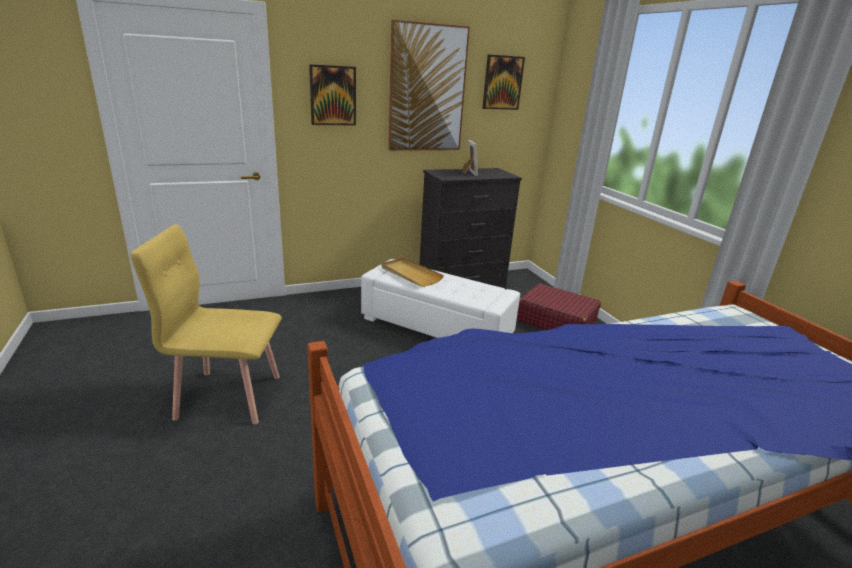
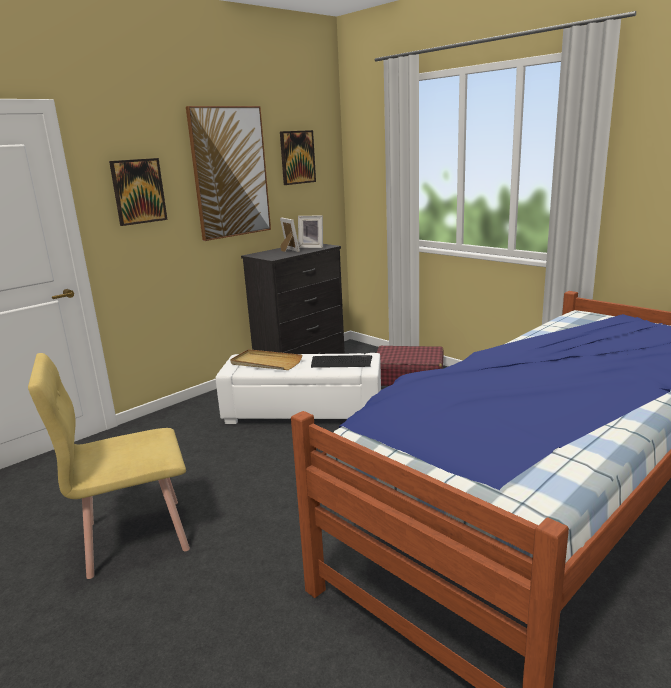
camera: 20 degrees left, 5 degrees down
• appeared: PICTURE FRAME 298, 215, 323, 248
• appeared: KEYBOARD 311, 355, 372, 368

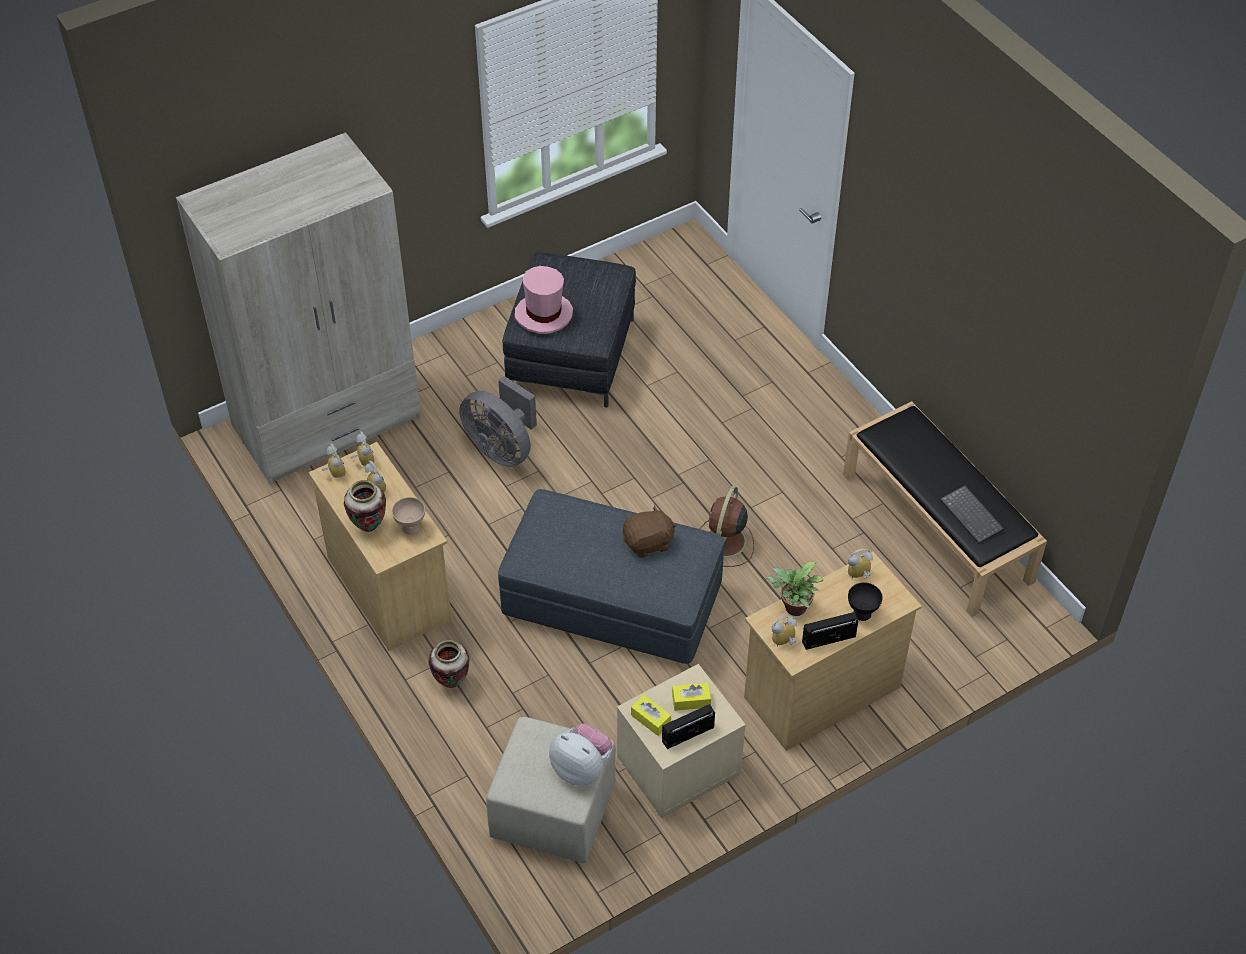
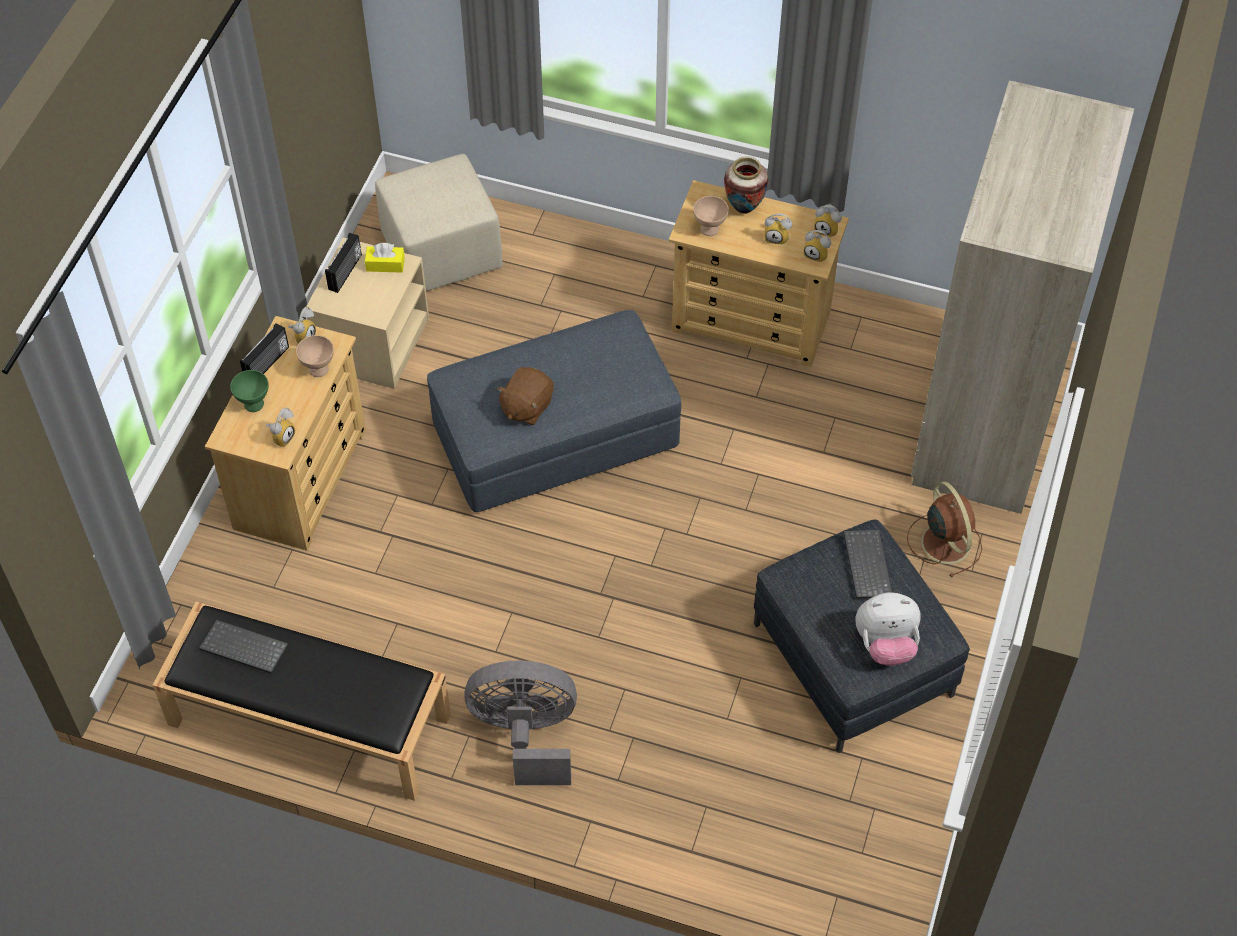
camera: 140 degrees right, 5 degrees up
• missing: VASE 428, 640, 469, 688
• missing: YELLOW TISSUE BOX 672, 683, 711, 711
• relocated: GREY FAN 459, 376, 537, 467 to 464, 661, 577, 785
• relocated: PLUSH TOY 549, 724, 612, 786 to 855, 593, 921, 666
• relocated: BROWN FAN 699, 486, 754, 567 to 907, 481, 982, 577
• exchanged: PINK HAT 515, 266, 573, 334 to KEYBOARD 843, 530, 892, 598
• exchanged: POTTED PLANT 765, 562, 823, 616 to BEIGE BOWL 296, 335, 334, 377
• colour: BLACK BOWL 848, 582, 883, 621 to GREEN BOWL 230, 370, 268, 412

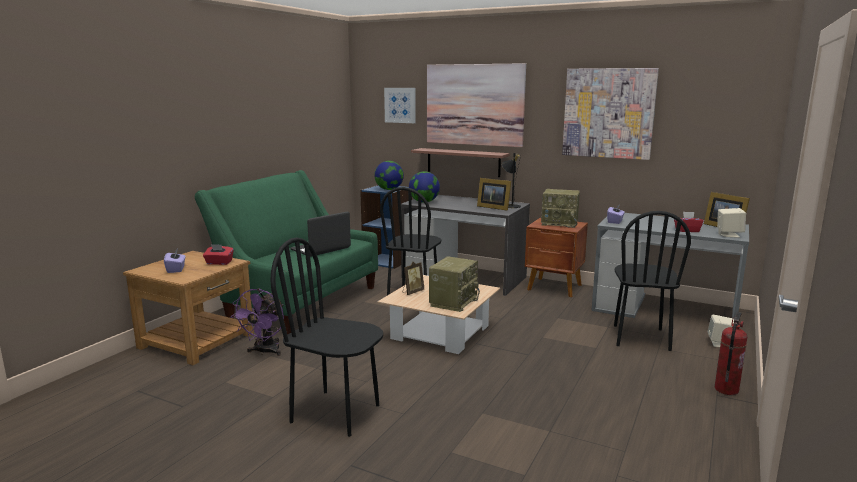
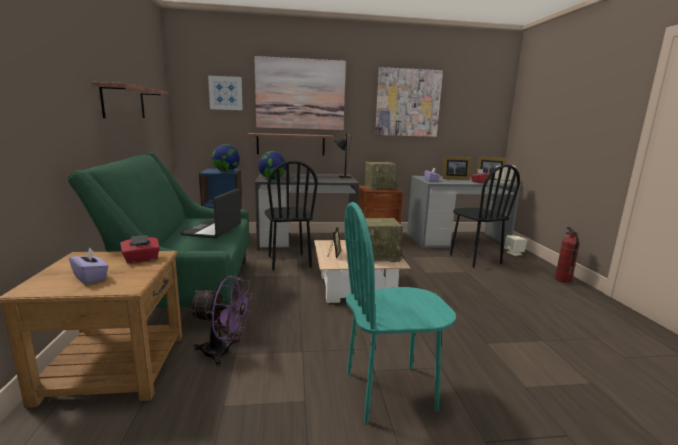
camera: 35 degrees left, 0 degrees up
• appeared: SHELF 93, 82, 169, 118
• relocated: PICTURE FRAME 477, 178, 511, 211 to 443, 156, 471, 180
• colour: BLACK CHAIR 270, 237, 383, 437 to TURQUOISE CHAIR 345, 202, 456, 424
• spun: PURPLE FAN 230, 288, 284, 356 = 189, 276, 252, 366 60 degrees counterclockwise
• spun: RADIO 429, 256, 480, 312 = 365, 218, 403, 262 90 degrees clockwise

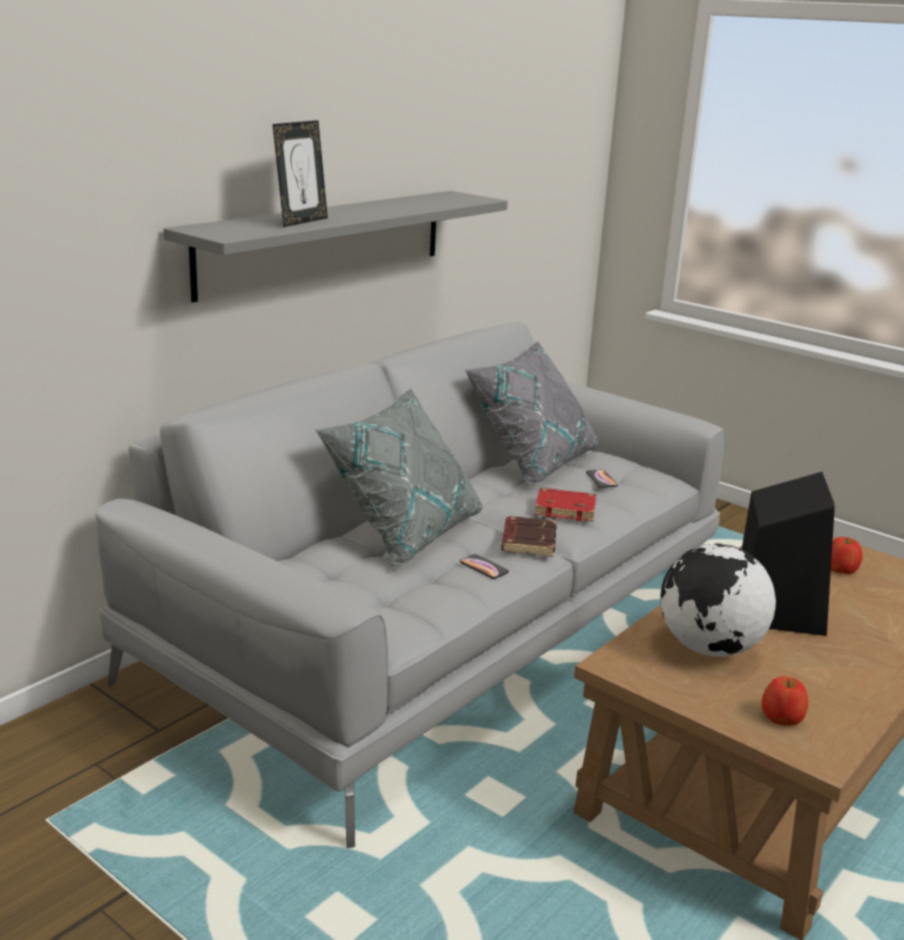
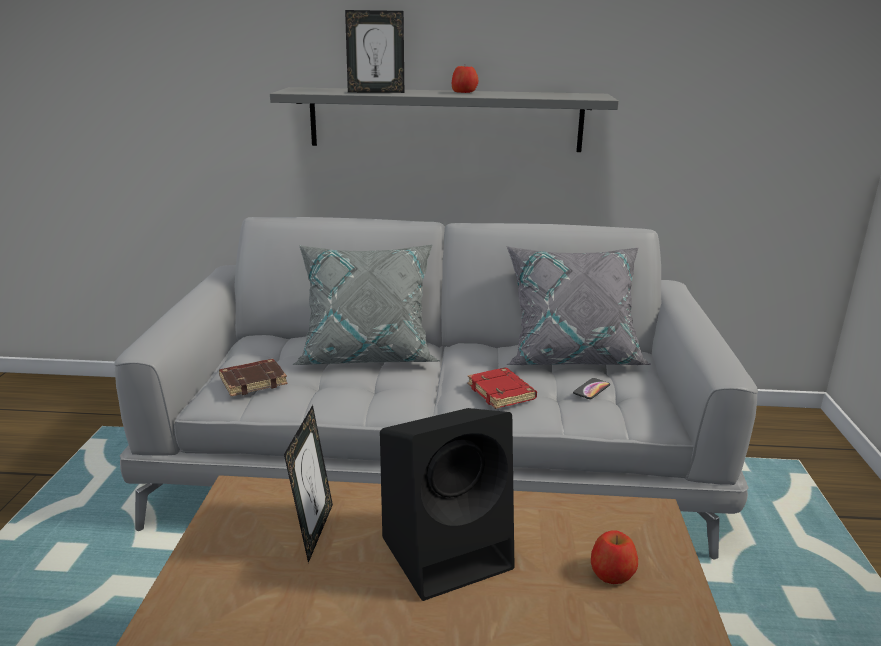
camera: 55 degrees right, 0 degrees up
• missing: PHONE 460, 554, 509, 579
• relocated: BROWN BOOK 501, 516, 557, 557 to 219, 359, 287, 396
• relocated: APPLE 762, 676, 808, 726 to 452, 66, 479, 93
• exchanged: GLOBE 661, 543, 776, 657 to PICTURE FRAME 284, 405, 333, 563

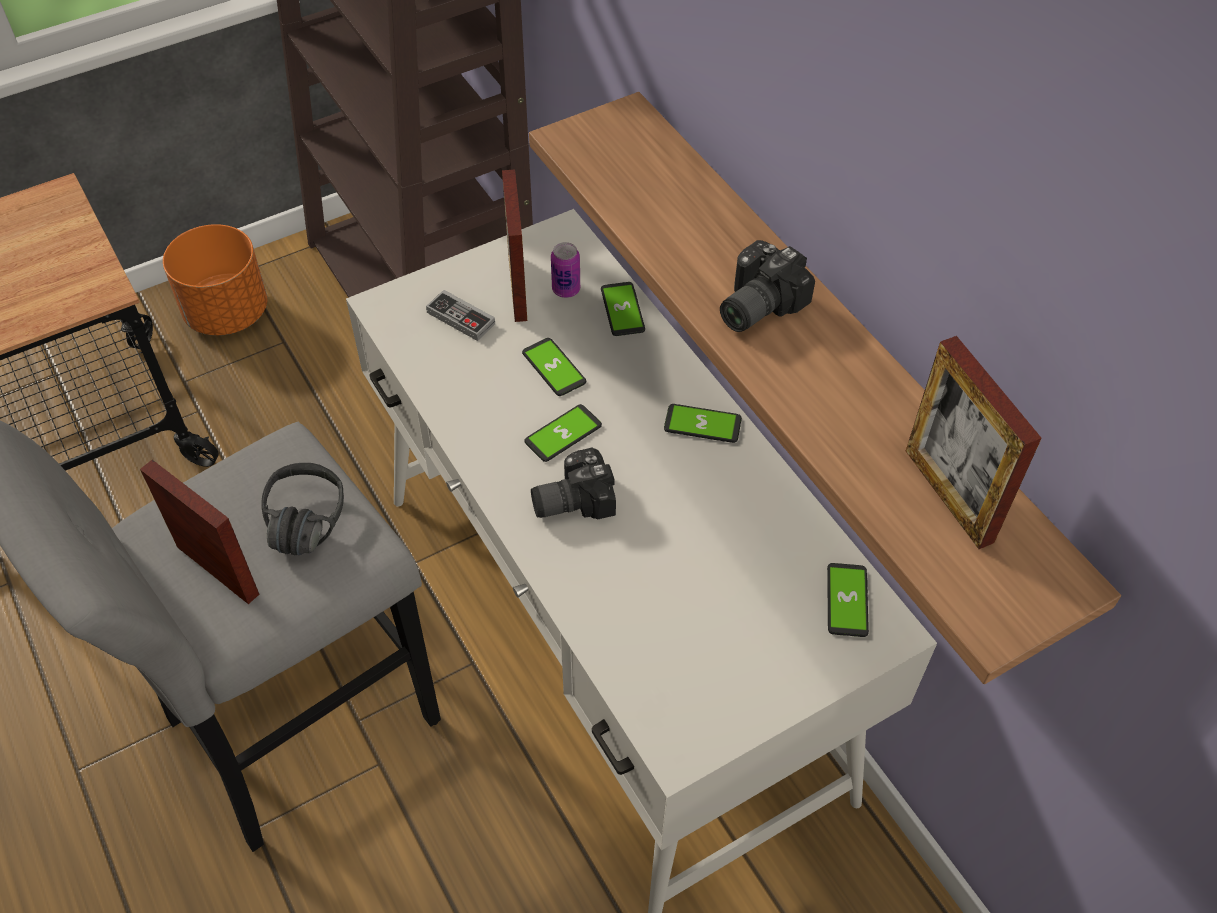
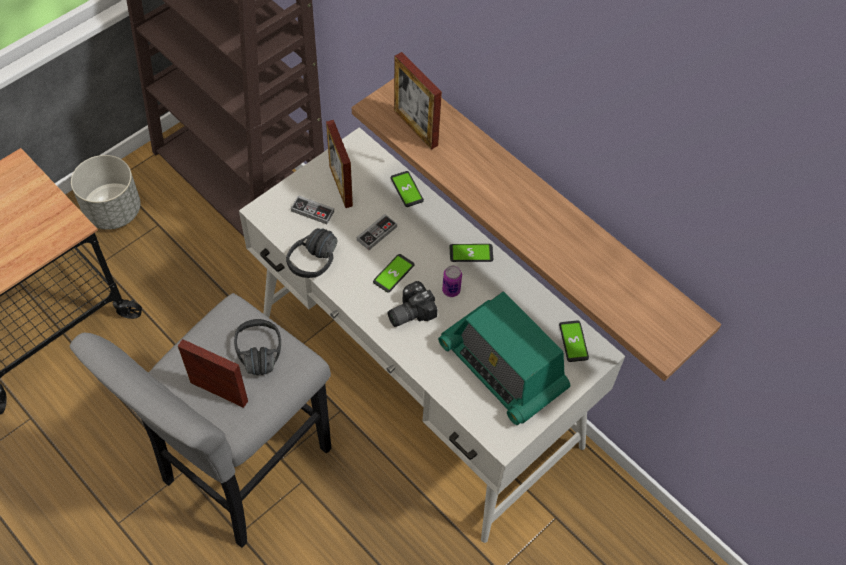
camera: 15 degrees left, 5 degrees up
• missing: PHOTO CAMERA 720, 240, 815, 332
• appeared: BLACK HEADPHONES 286, 228, 337, 278
• appeared: RADIO 438, 291, 570, 425
• relocated: CAN 551, 242, 580, 298 to 442, 266, 462, 297
• relocated: PICTURE FRAME 906, 336, 1042, 549 to 394, 52, 442, 150
• exchanged: PHONE 522, 338, 586, 396 to GAME CONTROLLER 357, 214, 397, 250
• colour: ORANGE PLANTER 163, 224, 267, 336 to GREY PLANTER 71, 155, 141, 230

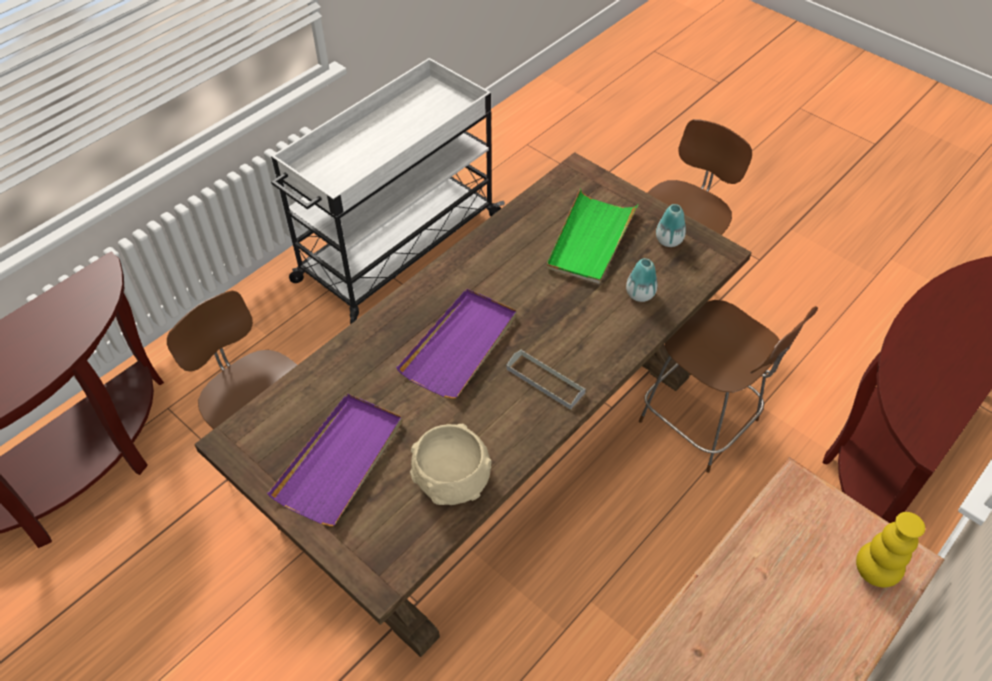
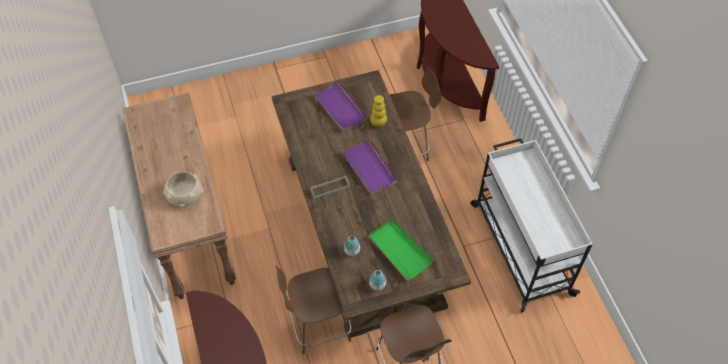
camera: 120 degrees right, 5 degrees up
• relocated: BEIGE BOWL 410, 424, 492, 505 to 163, 172, 203, 207
• relocated: YELLOW VASE 856, 512, 925, 587 to 370, 95, 387, 127

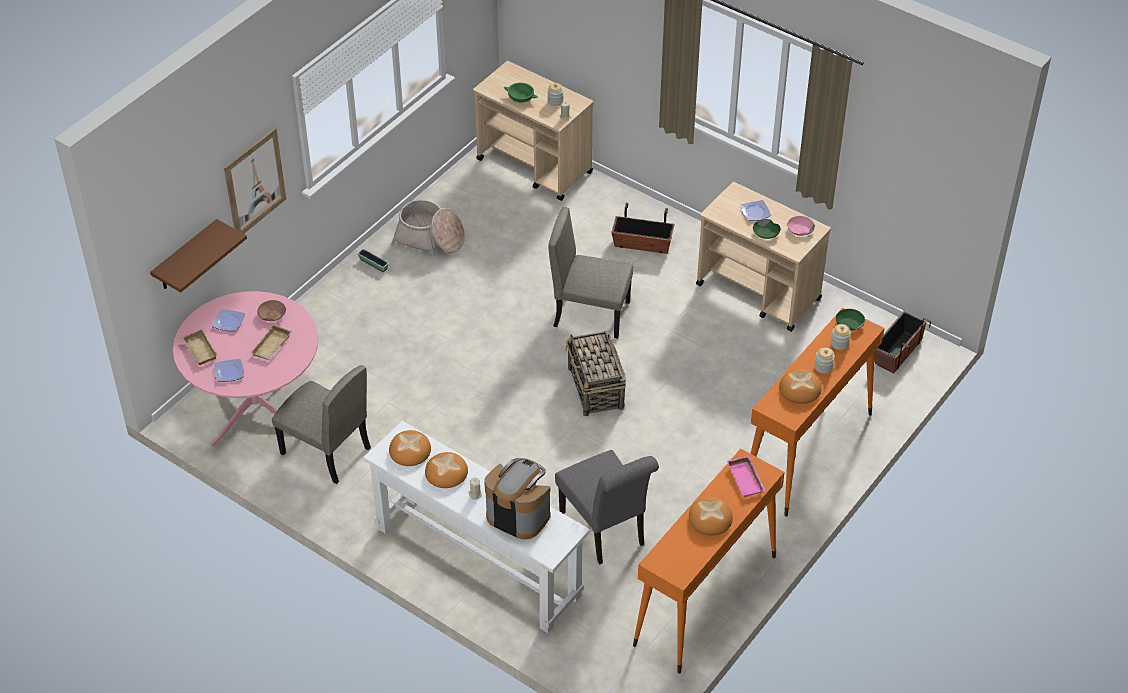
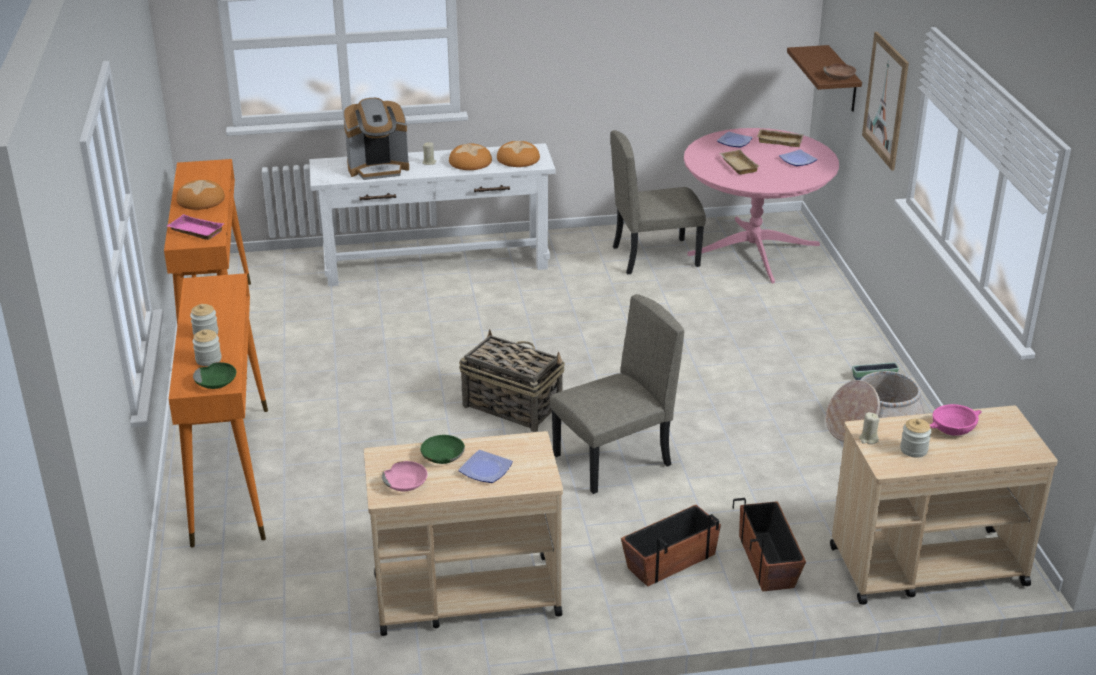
camera: 135 degrees right, 15 degrees down
• missing: GREY CHAIR 555, 450, 659, 565
• missing: BREAD 779, 369, 822, 404
• relocated: BROWN BOWL 257, 300, 286, 321 to 823, 63, 856, 80
• relocated: PLANTER 874, 311, 931, 373 to 733, 498, 806, 591
• colour: GREEN BOWL 504, 83, 538, 102 to PINK BOWL 930, 404, 982, 436

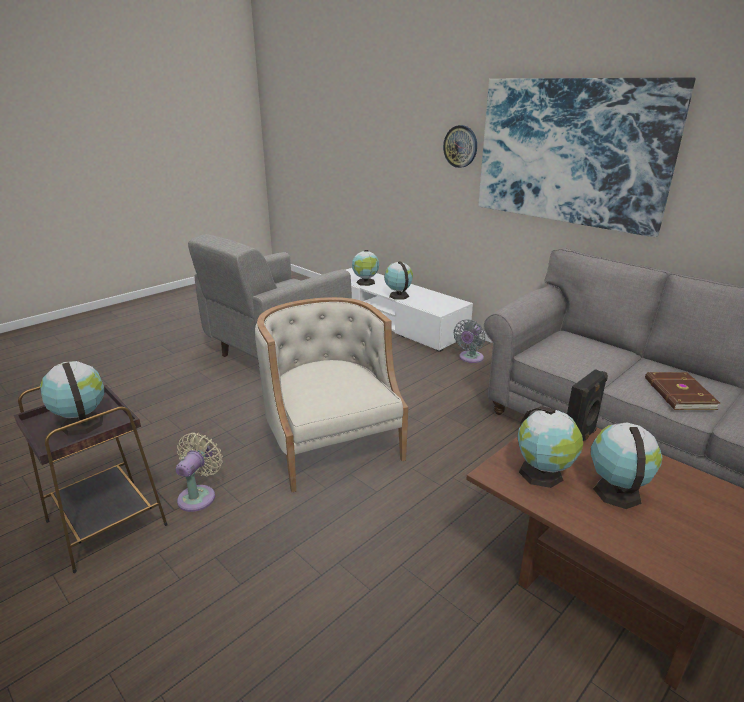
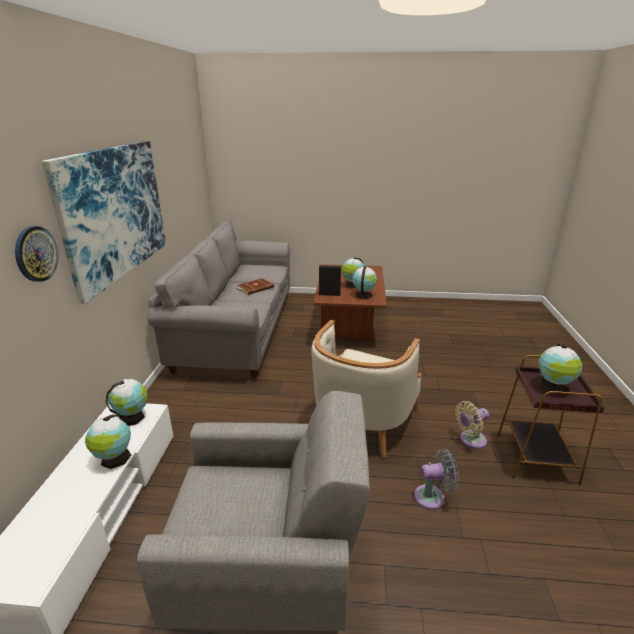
camera: 130 degrees left, 0 degrees up
• relocated: GLOBE 352, 250, 379, 286 to 106, 379, 148, 426
• relocated: GREY FAN 453, 319, 485, 363 to 414, 449, 459, 510

